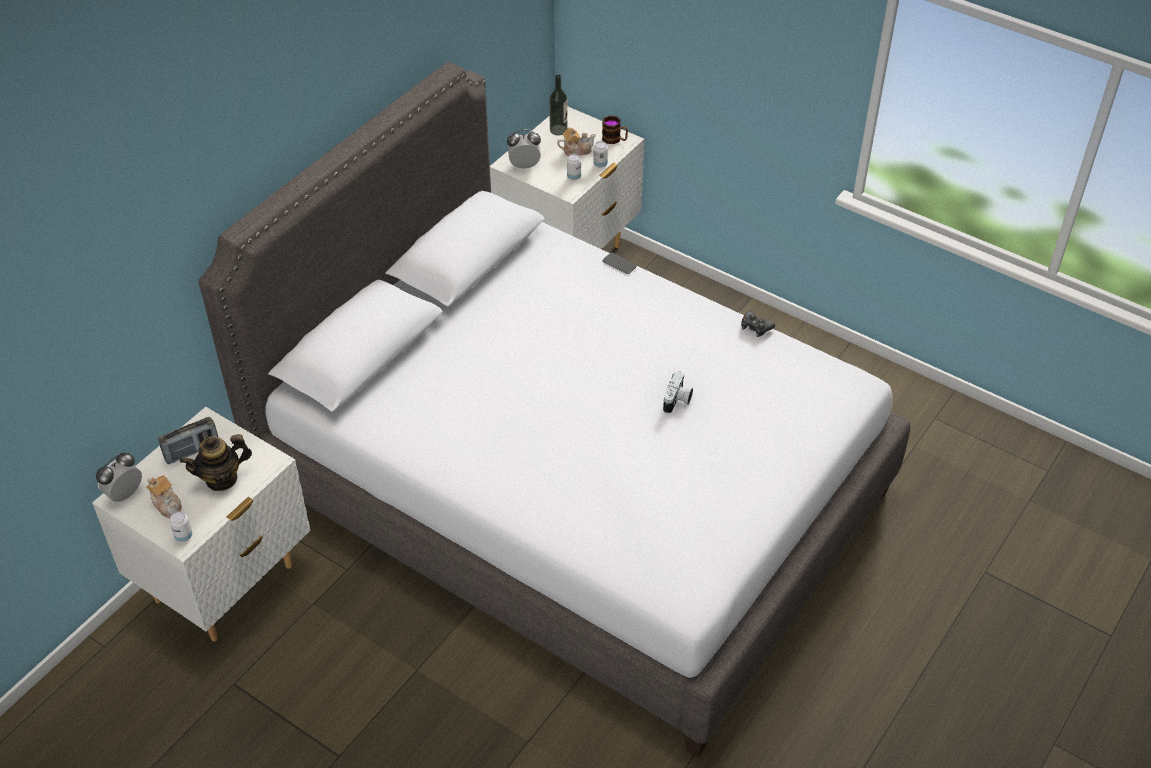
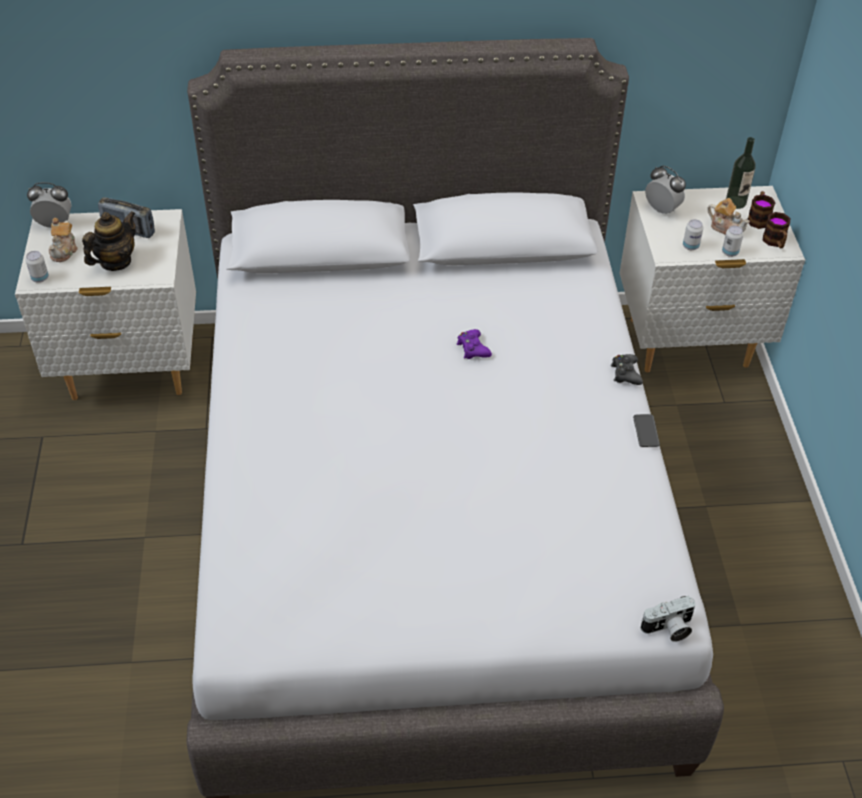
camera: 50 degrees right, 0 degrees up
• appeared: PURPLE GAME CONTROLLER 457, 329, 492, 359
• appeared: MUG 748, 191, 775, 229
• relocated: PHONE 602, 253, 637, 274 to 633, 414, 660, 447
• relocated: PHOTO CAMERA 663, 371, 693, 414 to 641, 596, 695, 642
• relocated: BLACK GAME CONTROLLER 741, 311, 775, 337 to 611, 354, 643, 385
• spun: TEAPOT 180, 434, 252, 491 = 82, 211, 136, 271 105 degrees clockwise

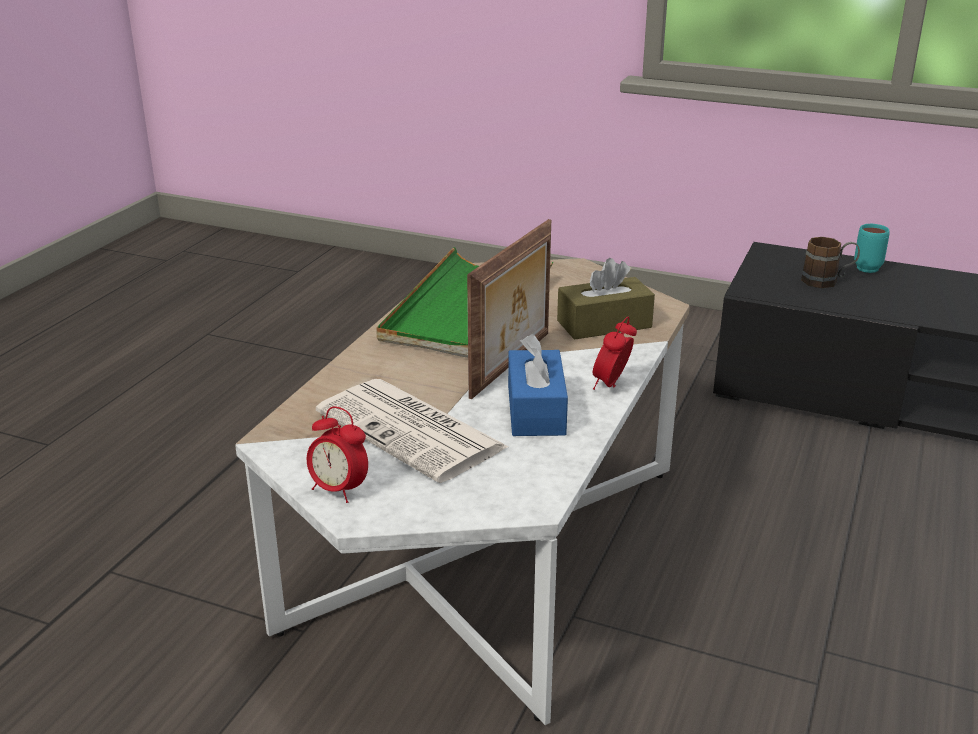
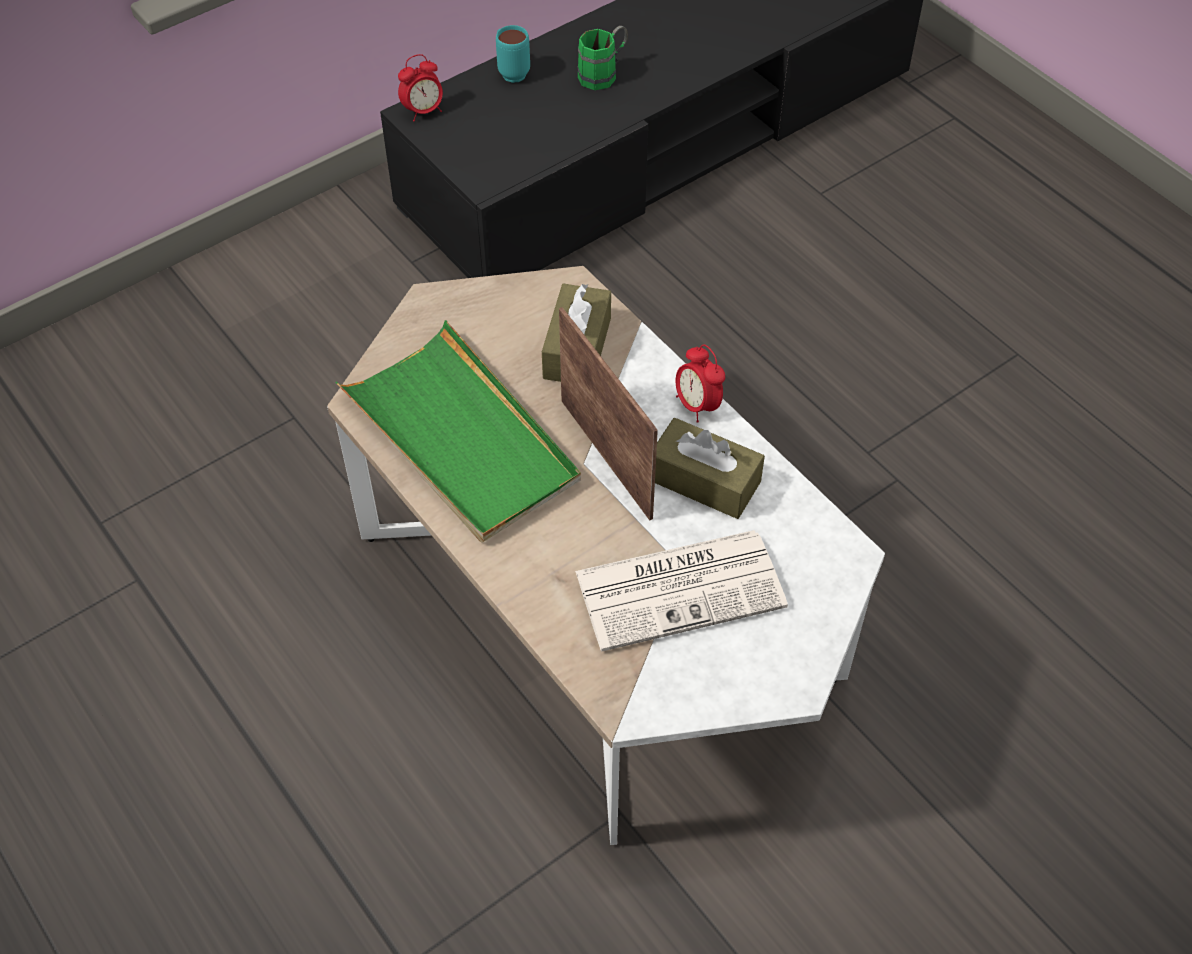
camera: 60 degrees left, 25 degrees up
• missing: BROWN MUG 801, 237, 860, 288
• appeared: GREEN MUG 578, 26, 628, 90
• relocated: ALARM CLOCK 307, 407, 368, 503 to 398, 54, 443, 121
• colour: BLUE TISSUE BOX 508, 334, 568, 436 to BROWN TISSUE BOX 655, 418, 765, 519

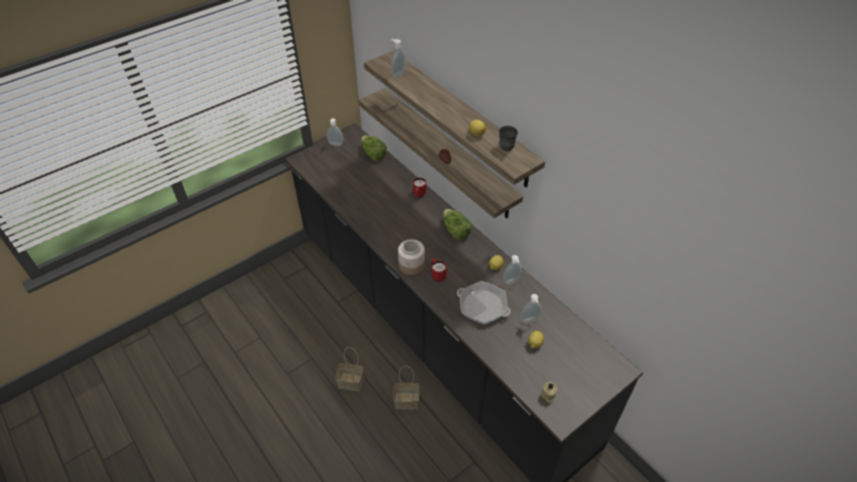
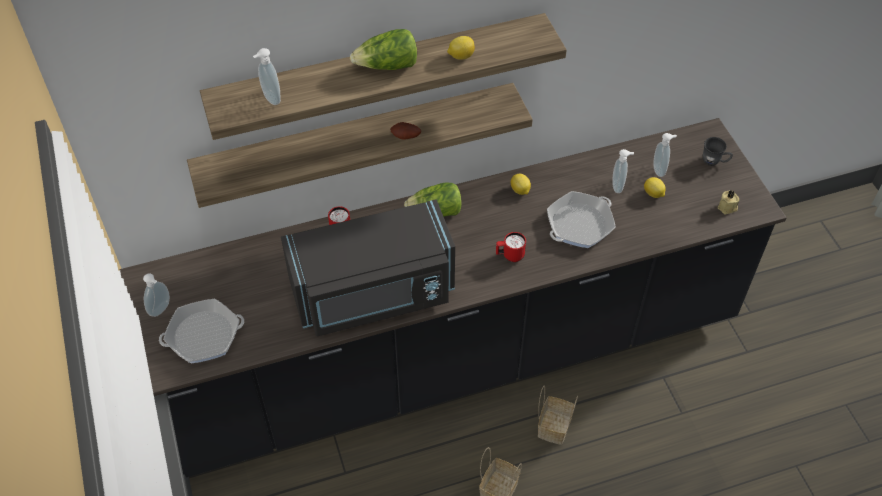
camera: 70 degrees left, 5 degrees up
• missing: JAR 398, 239, 425, 275
• appeared: FRYING PAN 159, 299, 244, 363
• appeared: BLACK MICROWAVE 281, 199, 455, 336
• relocated: LETTUCE 361, 135, 387, 161 to 350, 29, 417, 70
• relocated: GREY MUG 499, 126, 518, 152 to 703, 137, 733, 166
• relocated: SOAP DISPENSER 503, 255, 522, 285 to 653, 133, 677, 177

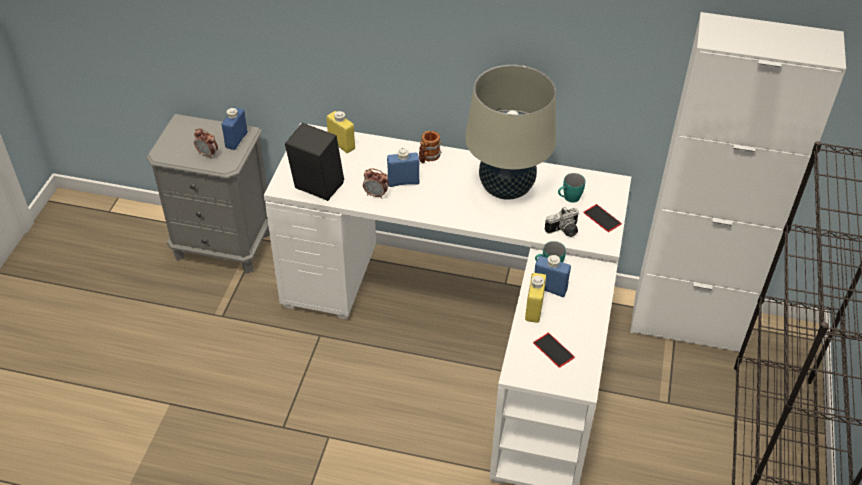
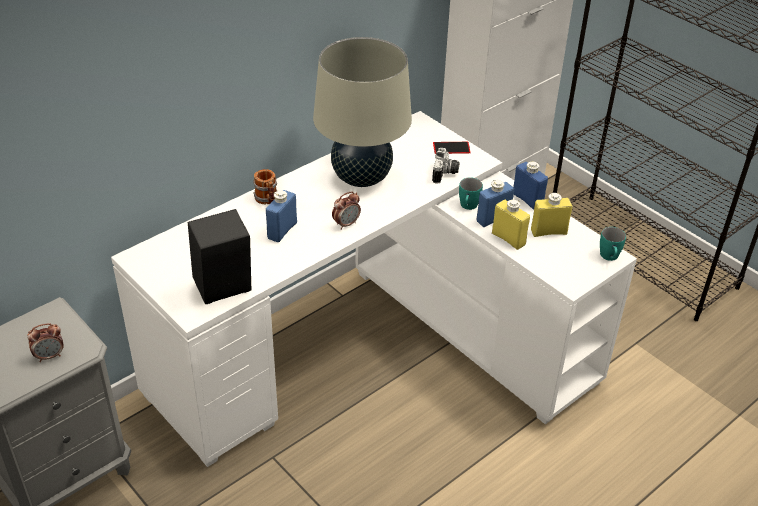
camera: 55 degrees left, 5 degrees down
• missing: PHONE 533, 333, 575, 368
• relocated: BLUE BOTTLE 222, 107, 248, 150 to 513, 162, 548, 210
• relocated: YELLOW BOTTLE 326, 111, 355, 153 to 531, 192, 572, 237
• relocated: ALARM CLOCK 363, 168, 389, 199 to 332, 192, 361, 230
• relocated: TURQUOISE MUG 558, 173, 585, 203 to 600, 227, 626, 261

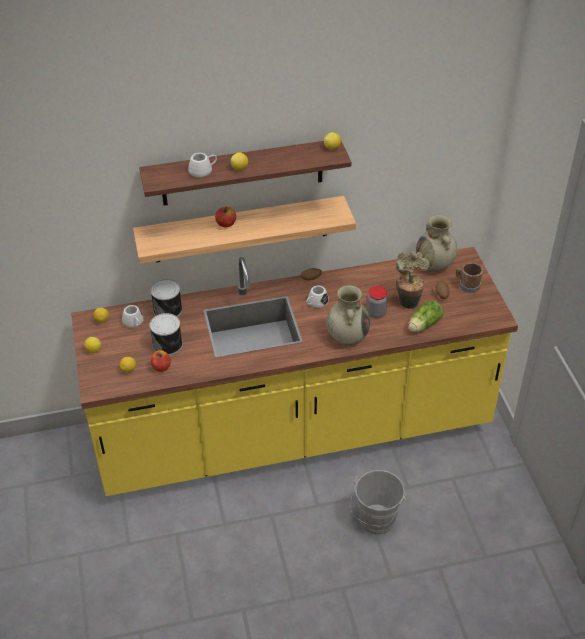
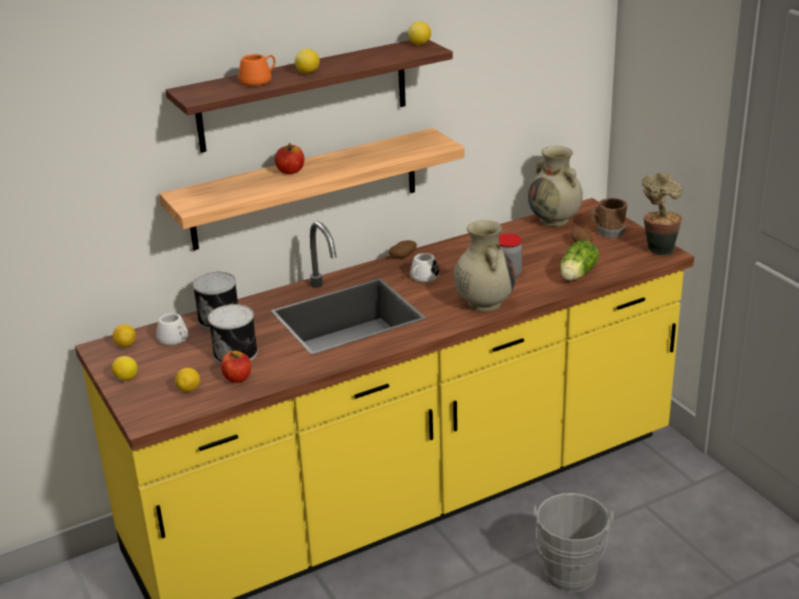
camera: 15 degrees left, 15 degrees down
• relocated: POTTED PLANT 396, 252, 430, 309 to 642, 173, 682, 256
• colour: WHITE MUG 188, 153, 217, 178 to ORANGE MUG 238, 54, 276, 86

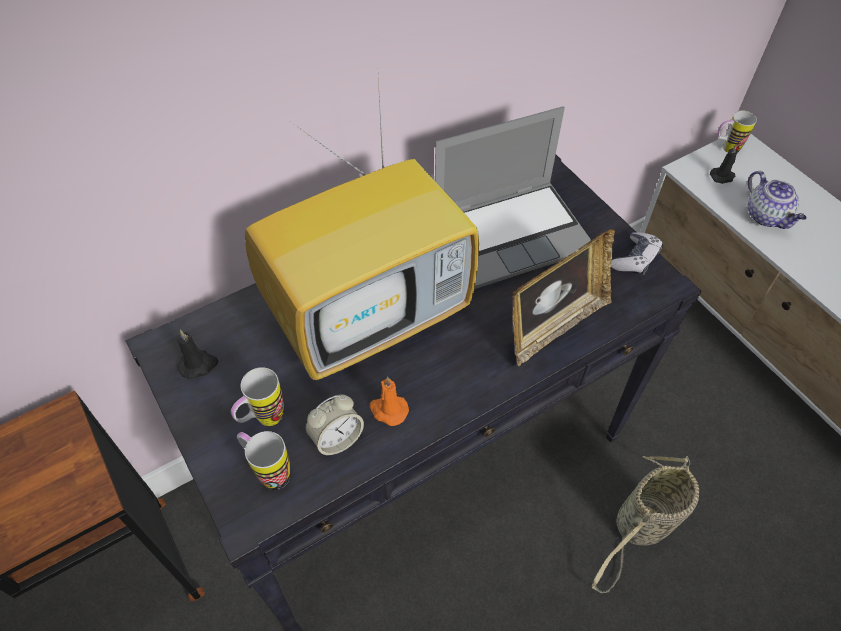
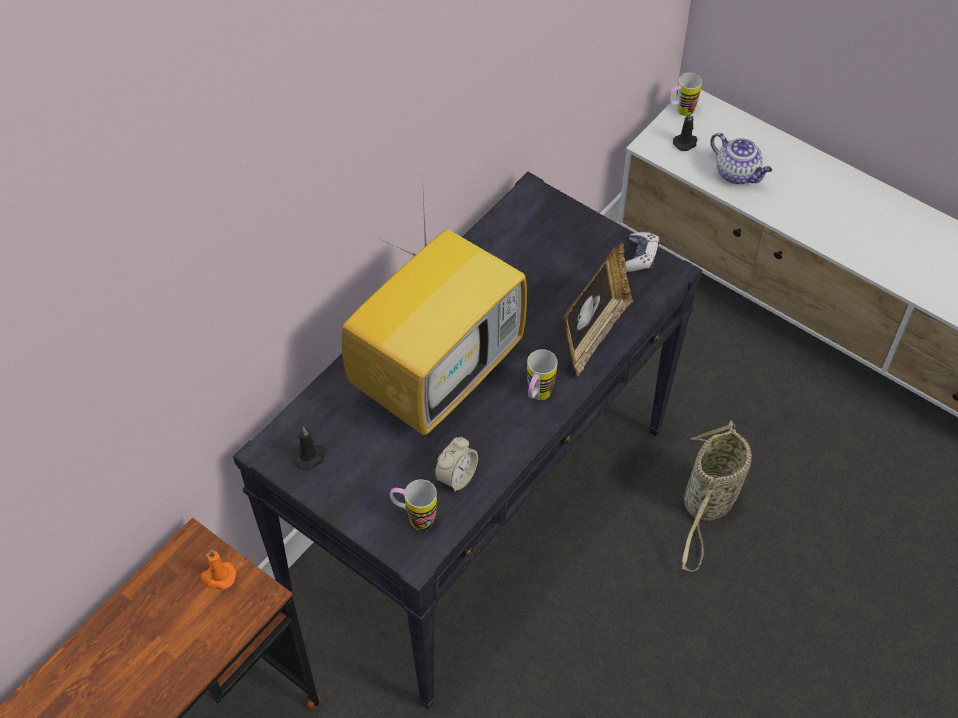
camera: 20 degrees left, 0 degrees up
• missing: LAPTOP 435, 106, 591, 289
• relocated: MUG 231, 367, 284, 426 to 527, 349, 558, 400
• relocated: ORANGE CANDLE 370, 377, 409, 426 to 200, 550, 236, 589

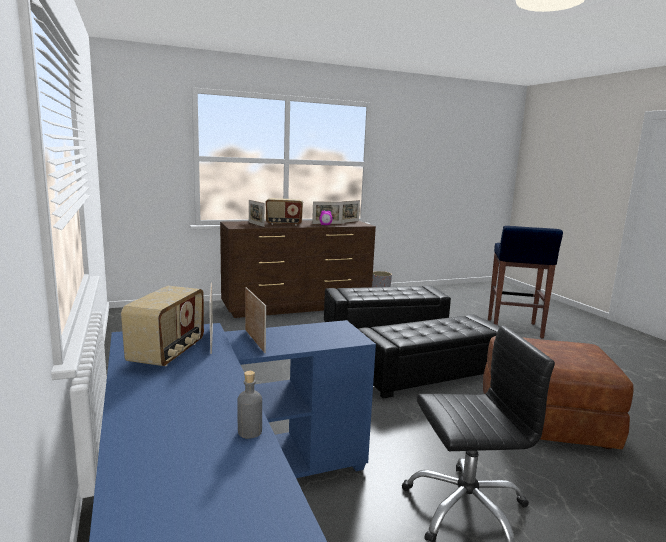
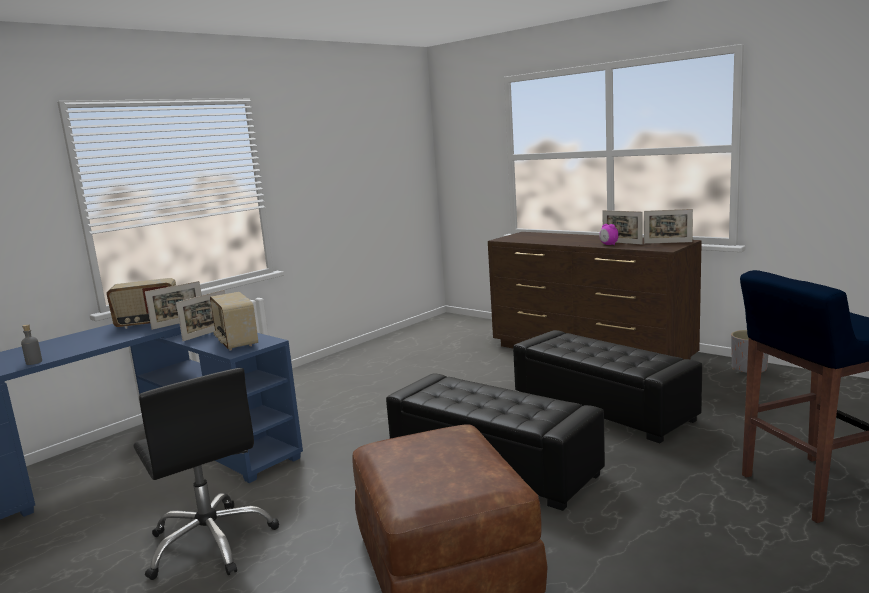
camera: 65 degrees right, 0 degrees up
• missing: PICTURE FRAME 249, 200, 265, 227
• relocated: RADIO 266, 198, 303, 226 to 210, 292, 258, 350

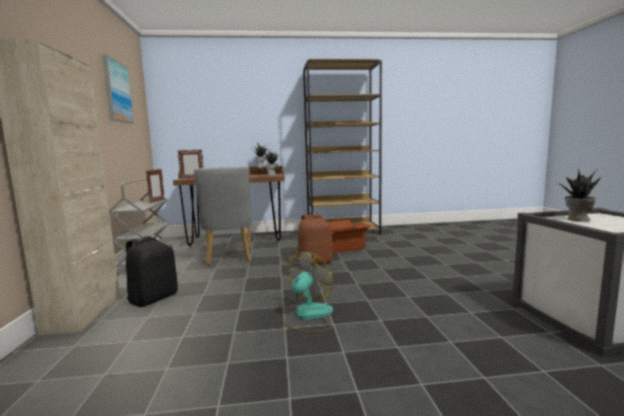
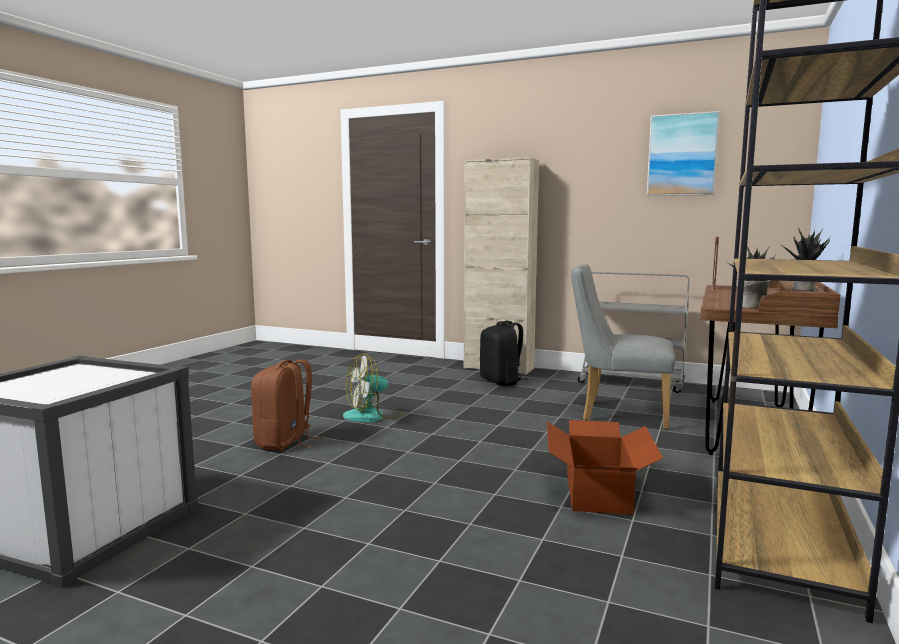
camera: 120 degrees right, 0 degrees up
• missing: PICTURE FRAME 146, 169, 165, 203
• missing: POTTED PLANT 556, 168, 601, 222
• relocated: BROWN BACKPACK 297, 214, 333, 265 to 251, 359, 323, 451
• spun: FAN 284, 252, 333, 332 = 343, 353, 402, 422 90 degrees clockwise

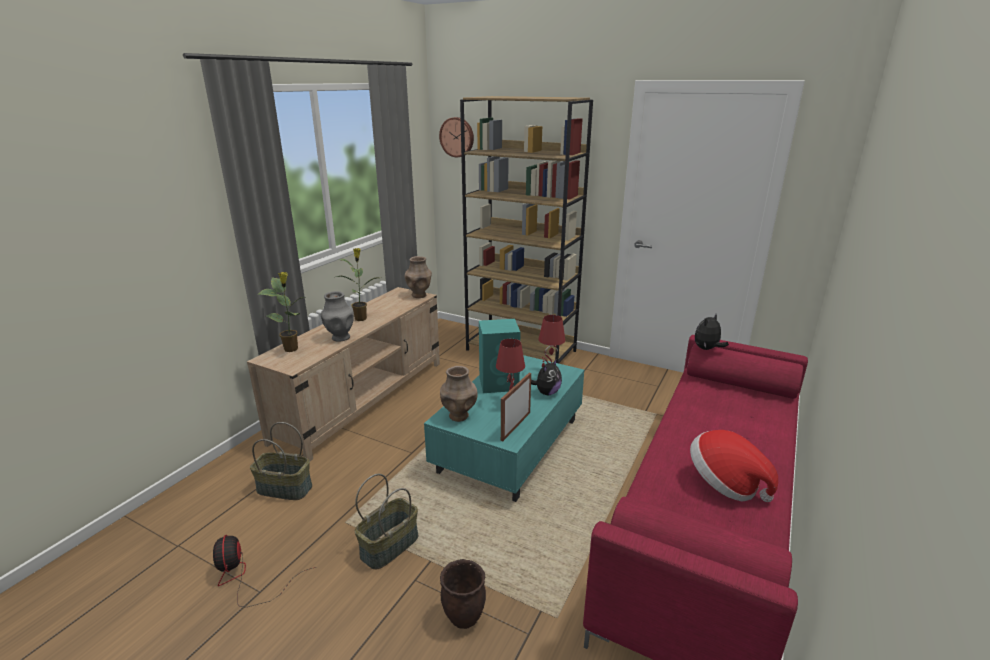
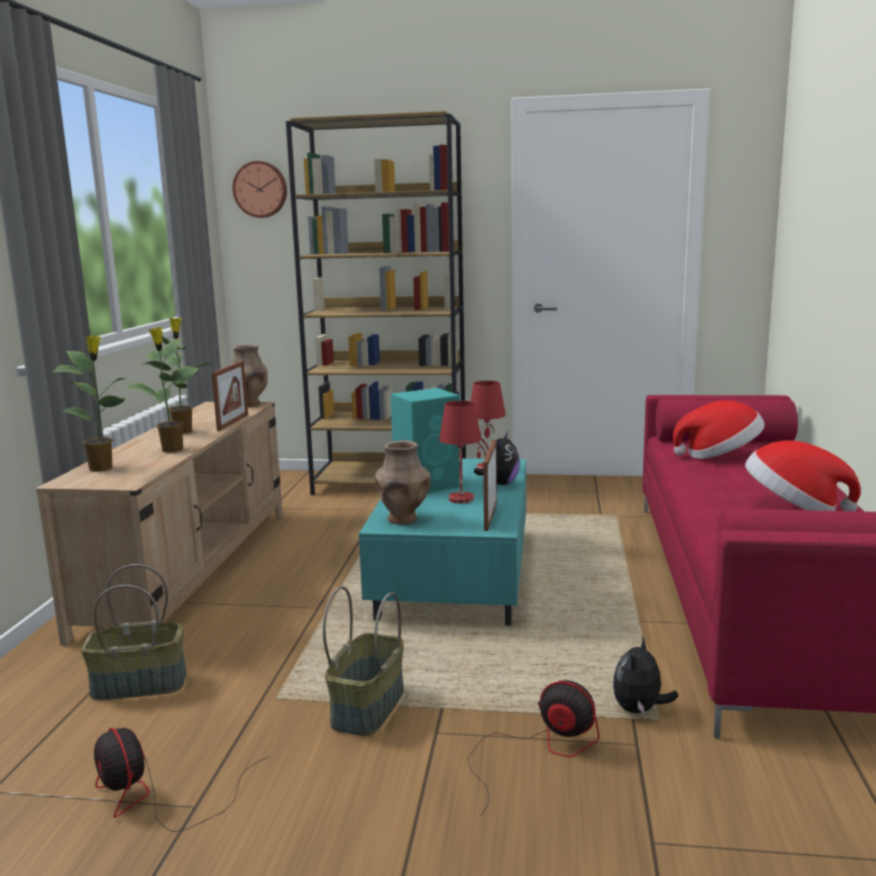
camera: 20 degrees left, 10 degrees down
• appeared: PICTURE FRAME 212, 361, 248, 431
• appeared: HAT 673, 400, 765, 459
• relocated: PLUSH TOY 695, 314, 729, 350 to 613, 637, 679, 715
• exchanged: GREY VASE 321, 291, 354, 342 to POTTED PLANT 126, 327, 199, 453
• exchanged: BROWN PLANTER 440, 559, 486, 629 to FAN 468, 680, 599, 816

